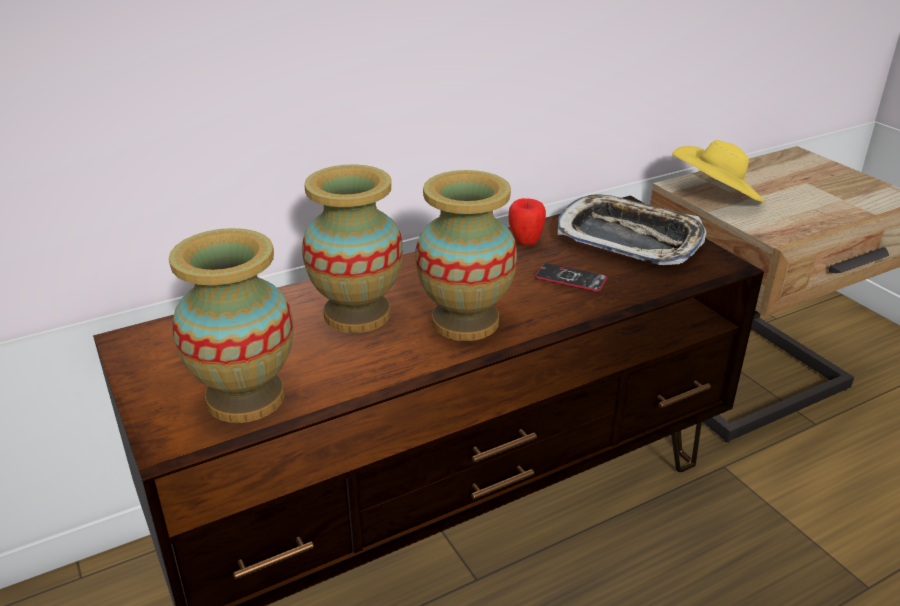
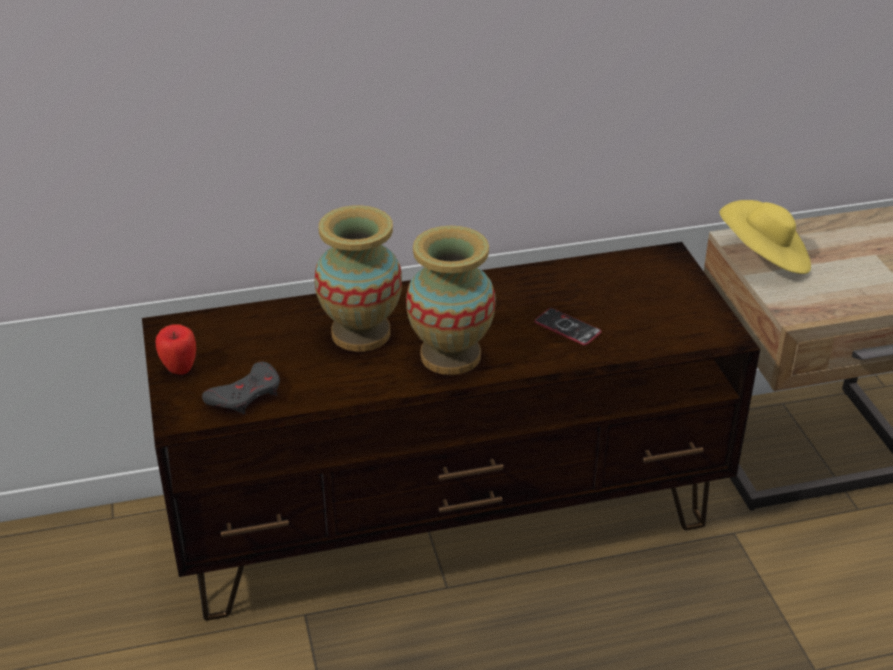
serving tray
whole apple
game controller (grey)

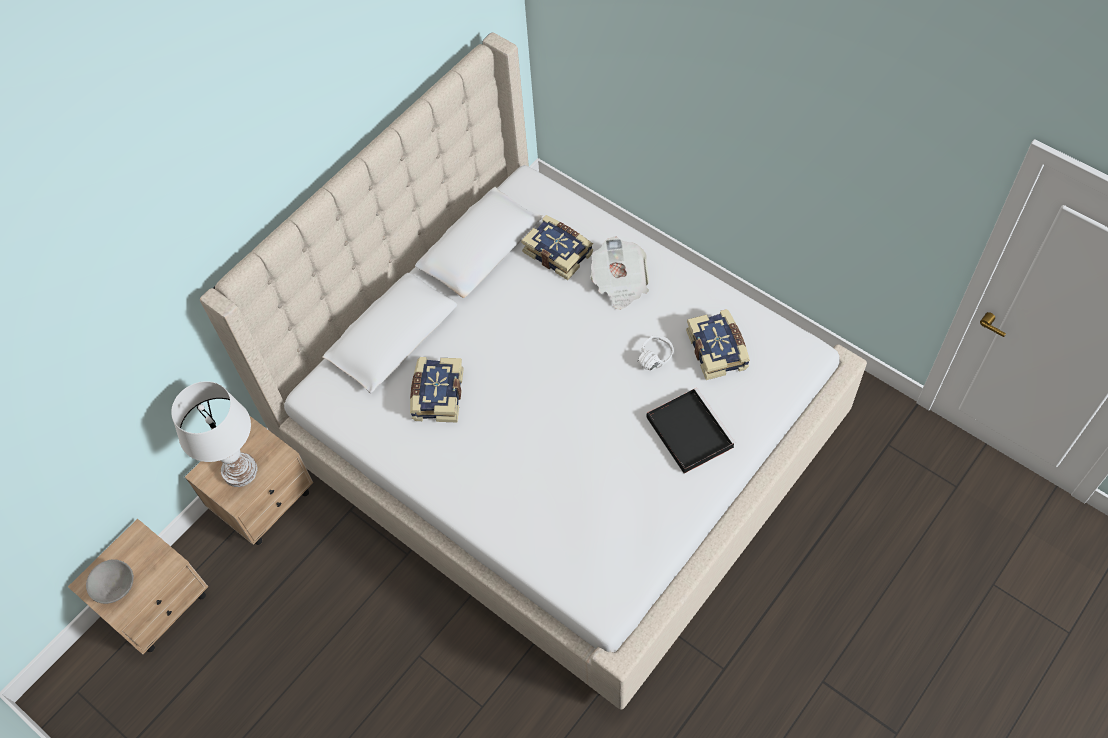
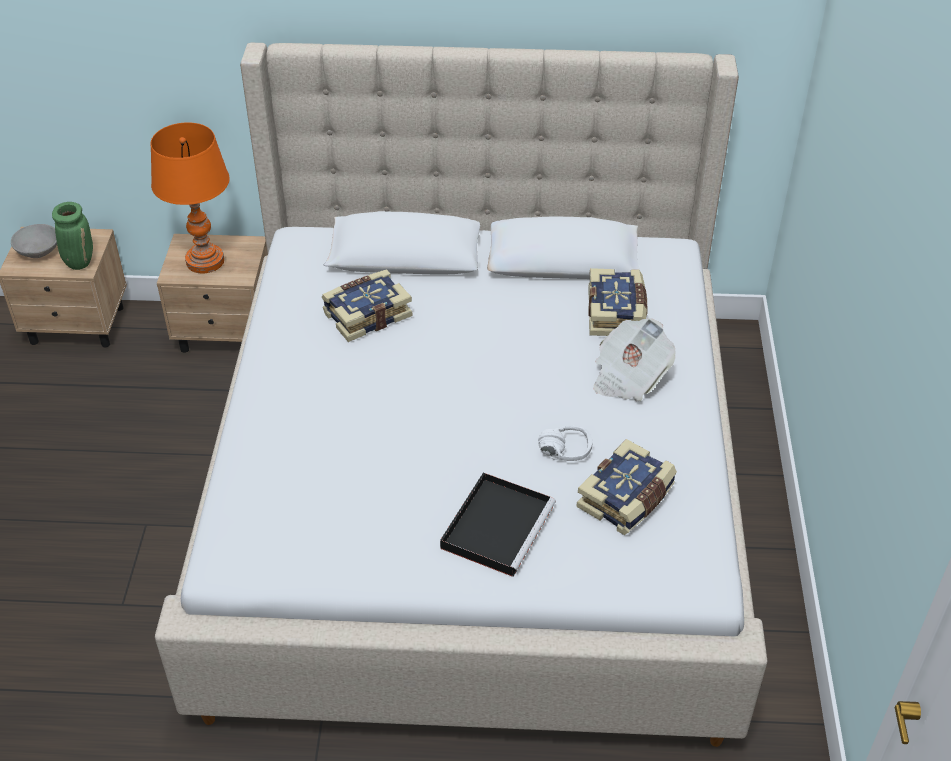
decorative vase (green-coloured)
table lamp (orange-coloured)

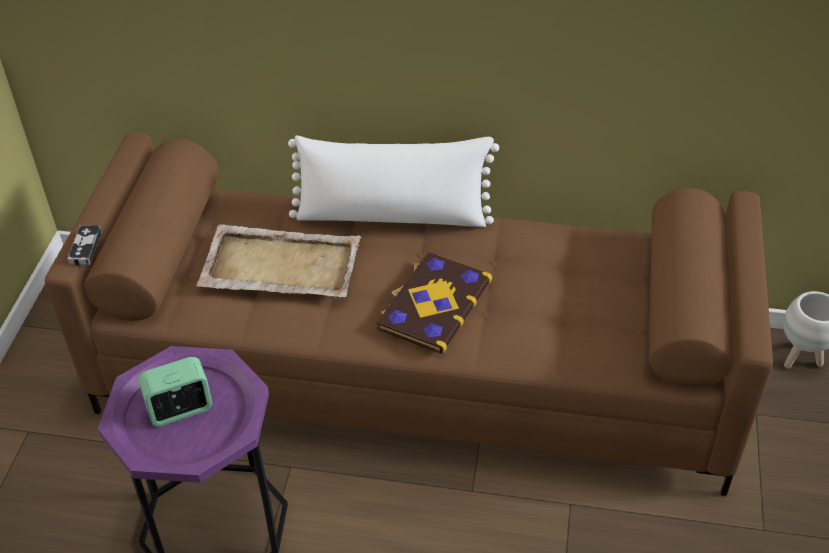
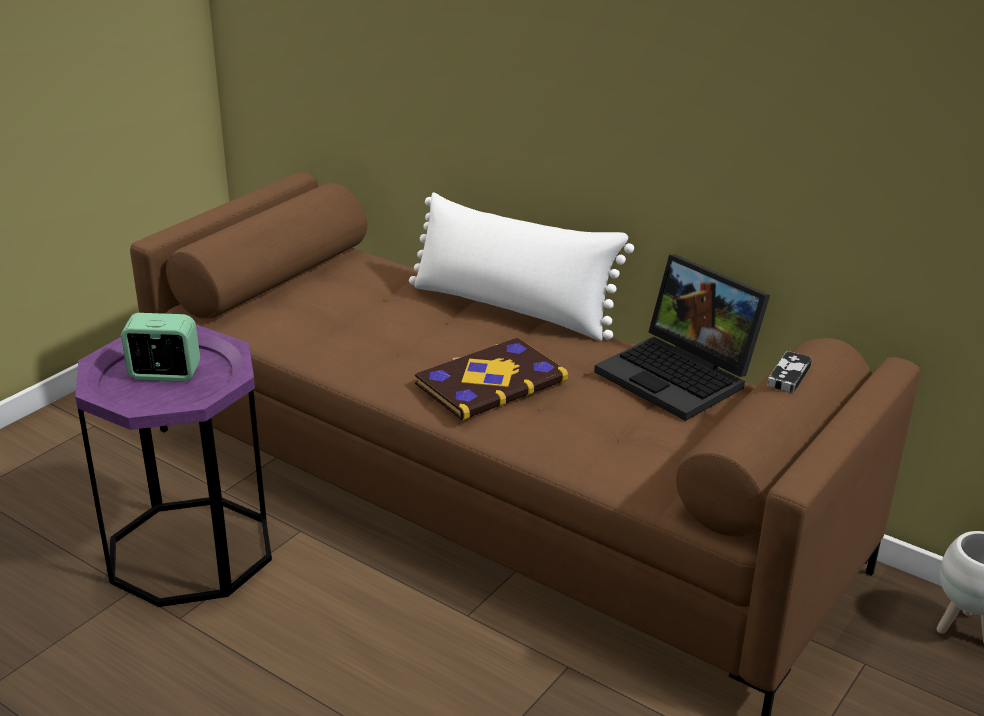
serving tray (beige)
notebook computer
game controller

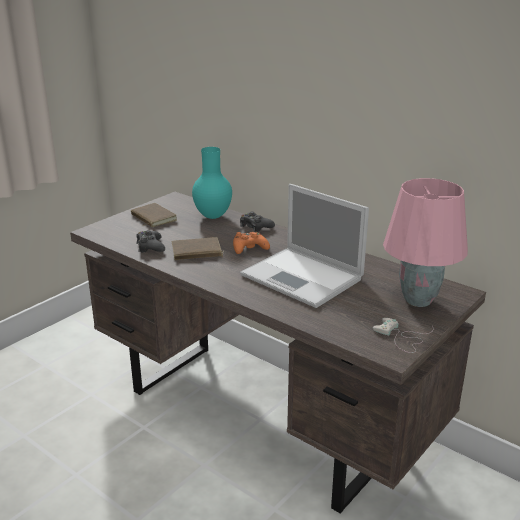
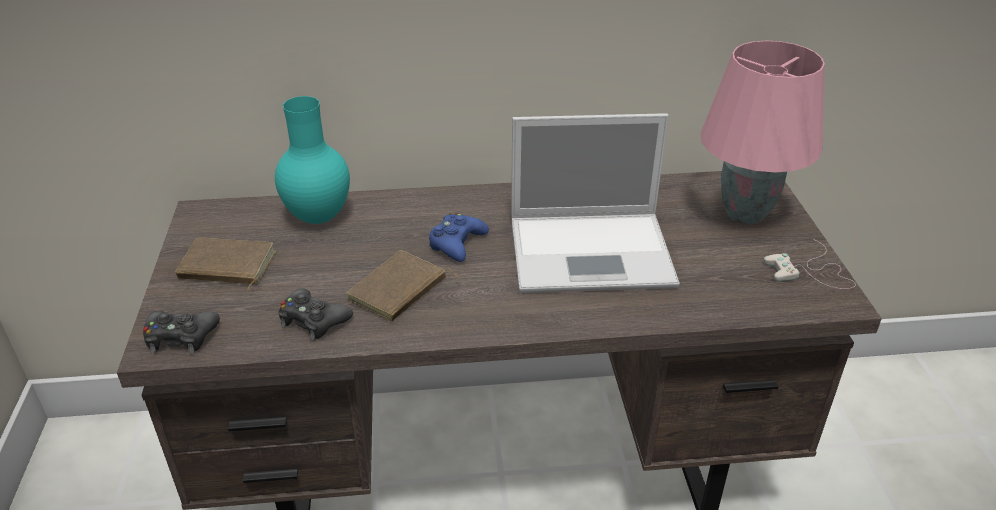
game controller (black) (no. 1 from left)
game controller (blue-coloured)

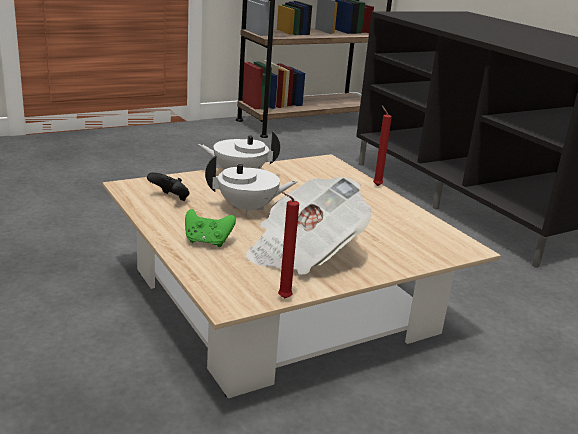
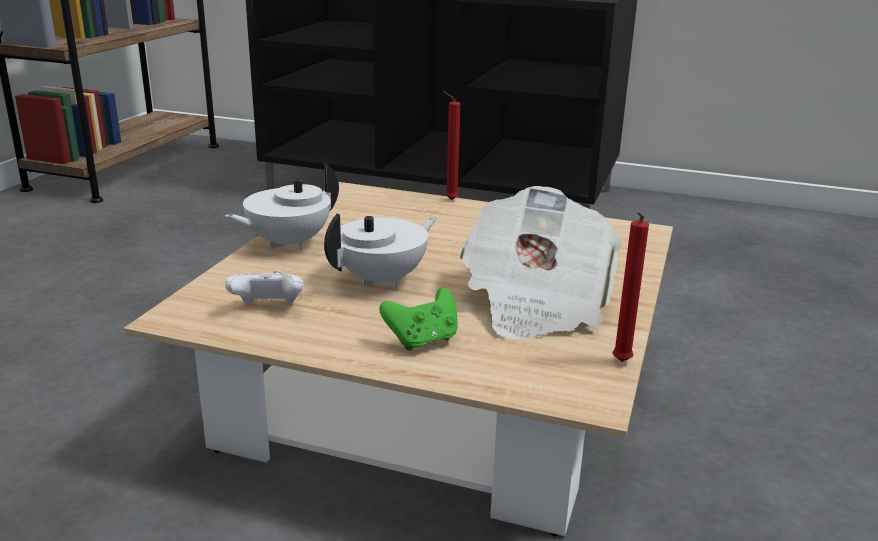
game controller (white)

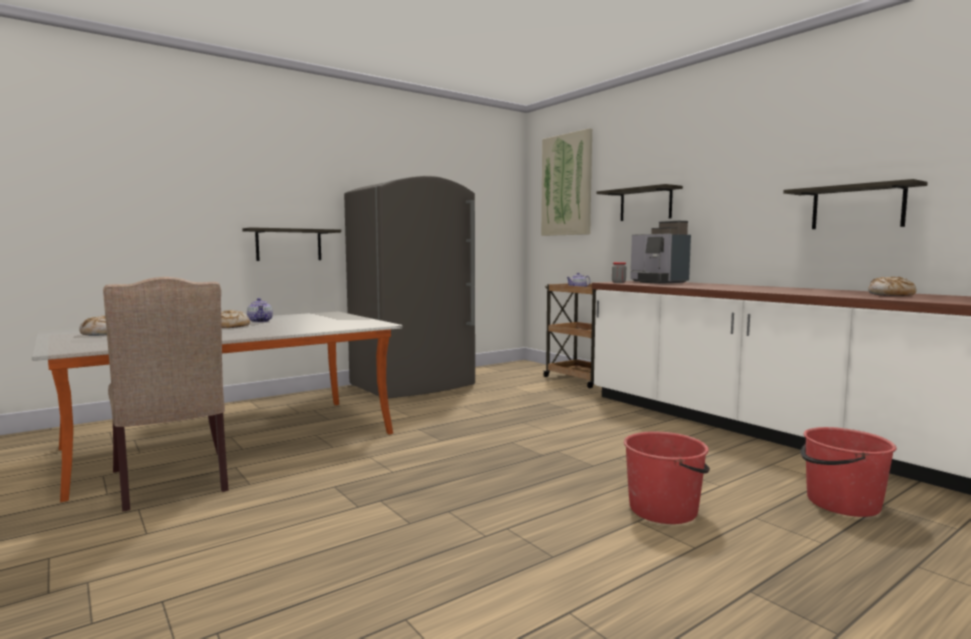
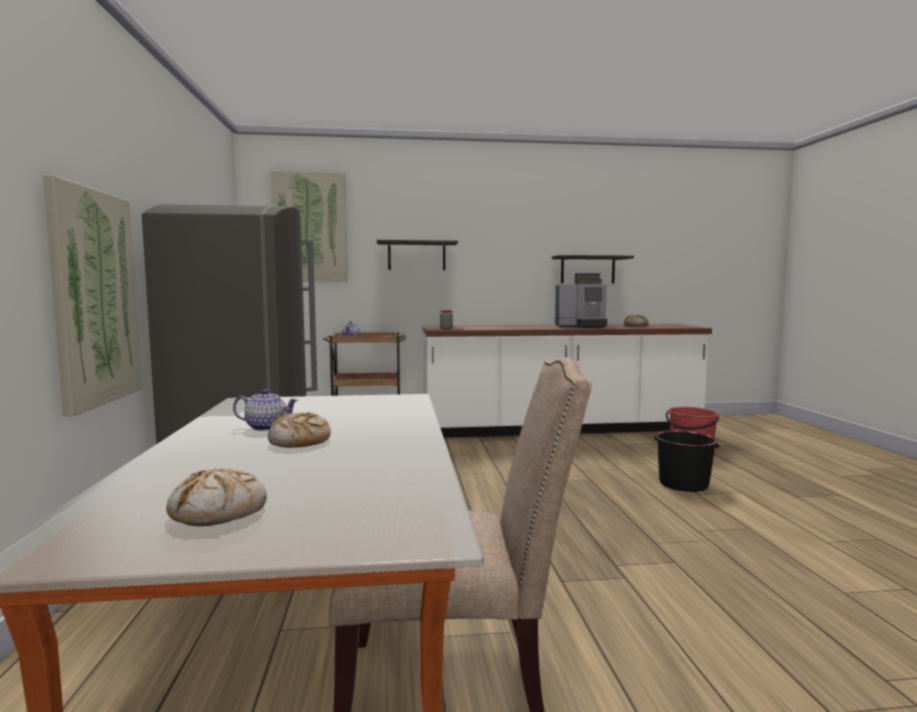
coffee machine
wall picture (no. 1 from left)
bucket (black)

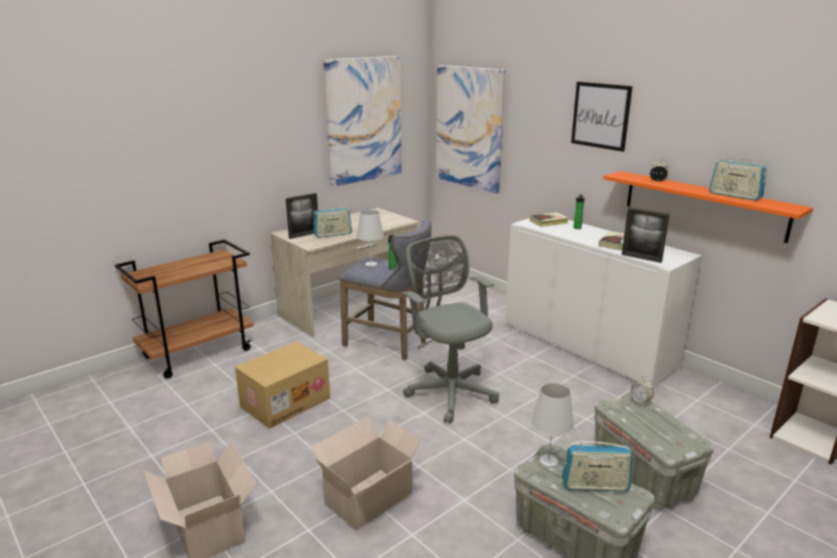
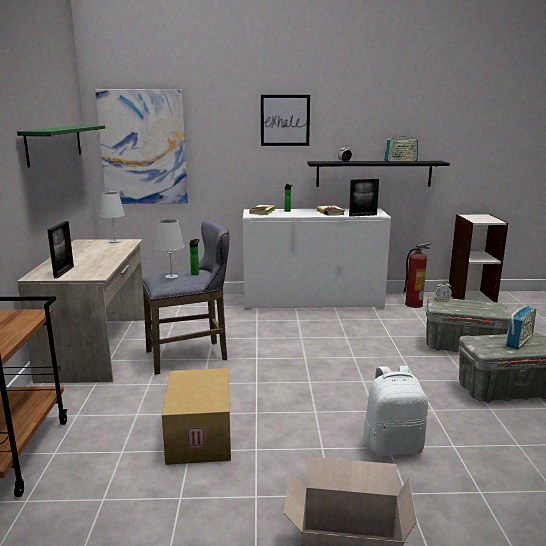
radio set (no. 1 from left in the first image)
office chair (grey)
fire-fighting cylinder
table lamp (white) (no. 1 from left)
backpack (white)
shelf (green-coloured)
shelf (black)

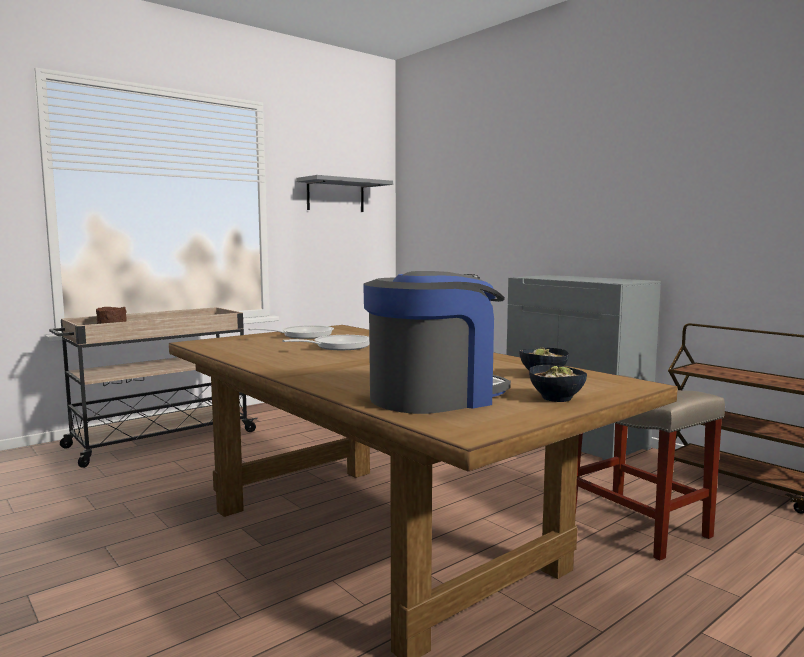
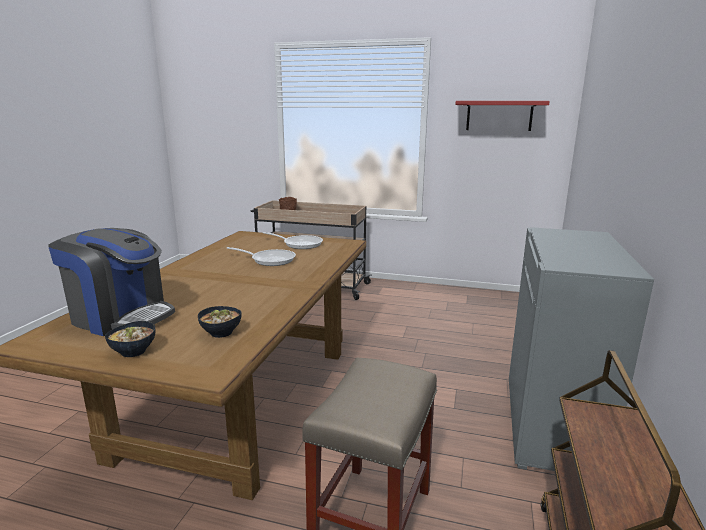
shelf (reddish)

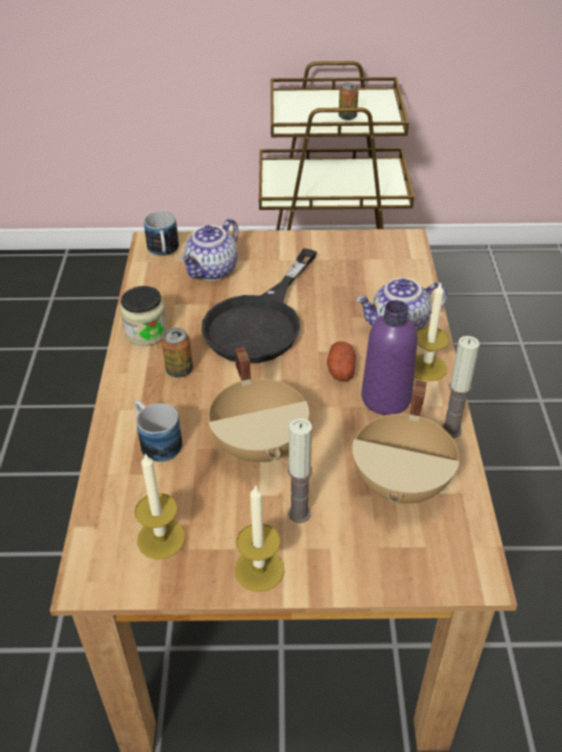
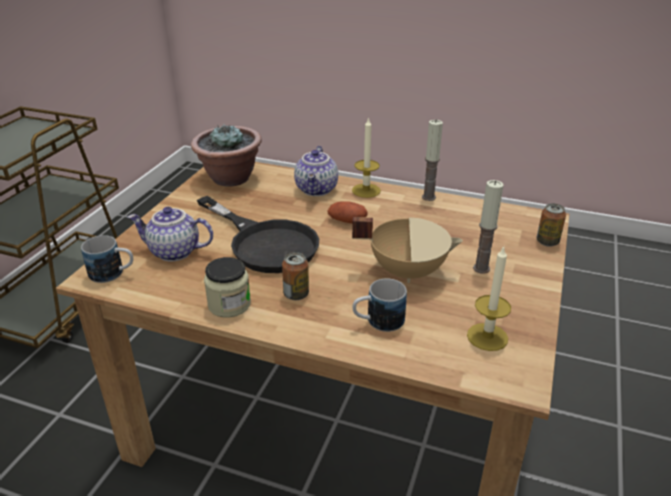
wax light (no. 2 from left in the first image)
stockpot (beige) (no. 2 from left in the first image)
bottle (purple-coloured)
houseplant
can (no. 2 from left)
tea pot (no. 1 from left)

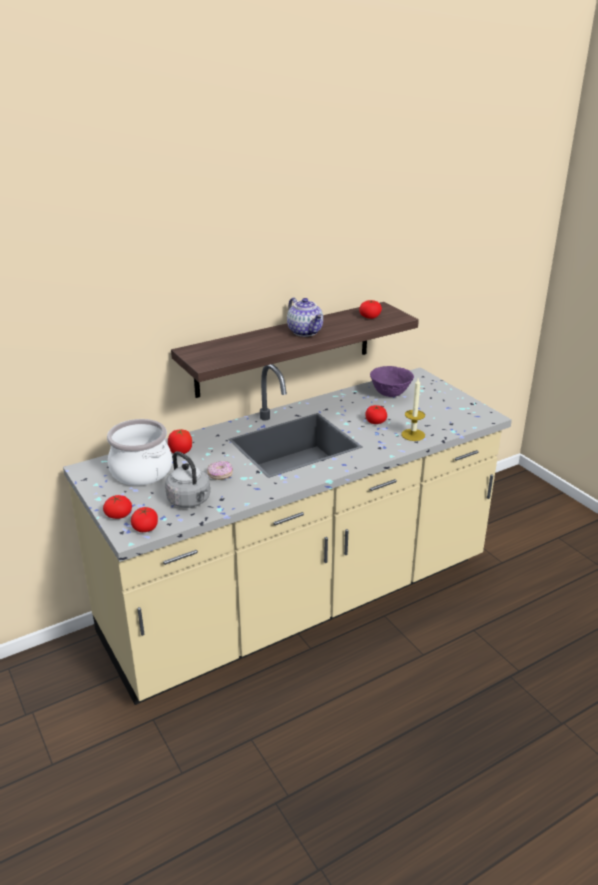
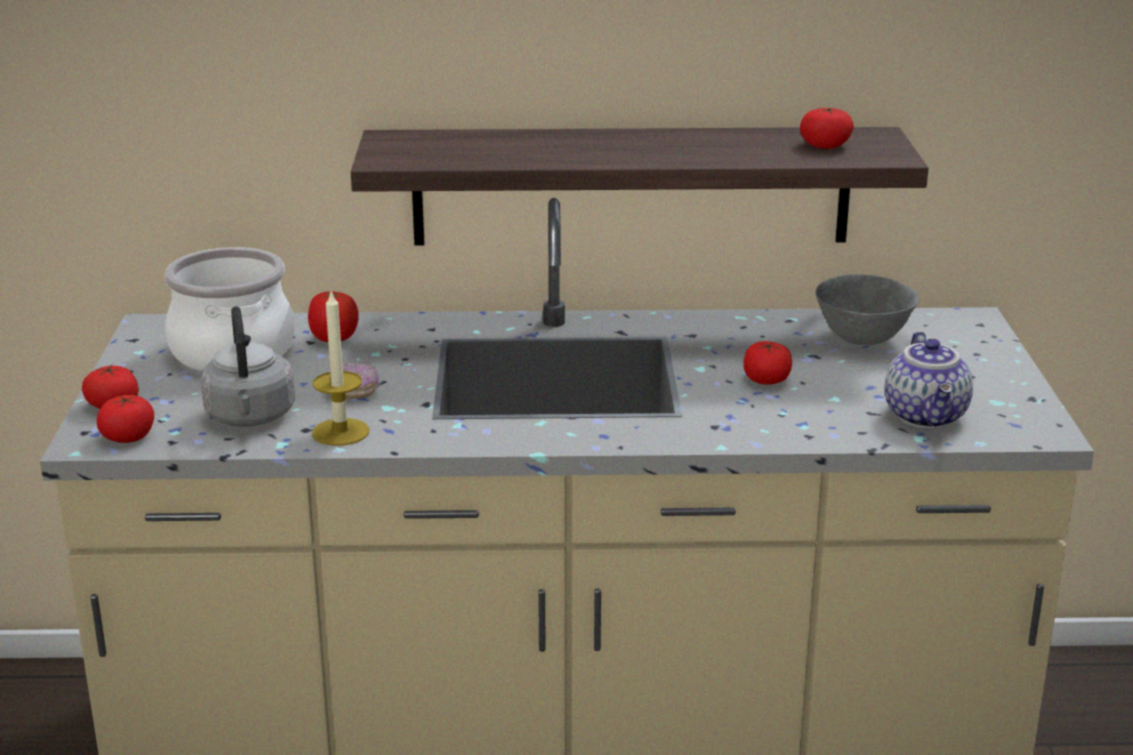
tea pot
wax light
serving bowl (grey)

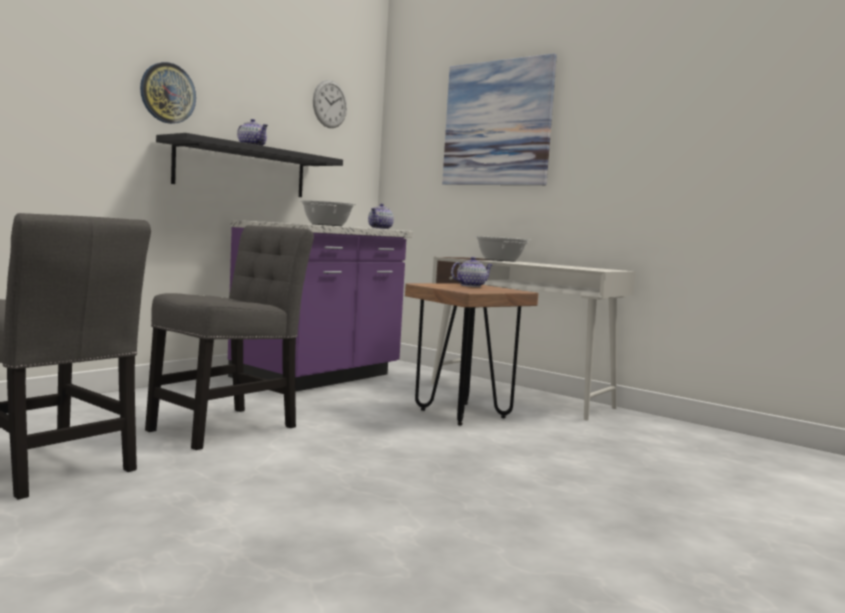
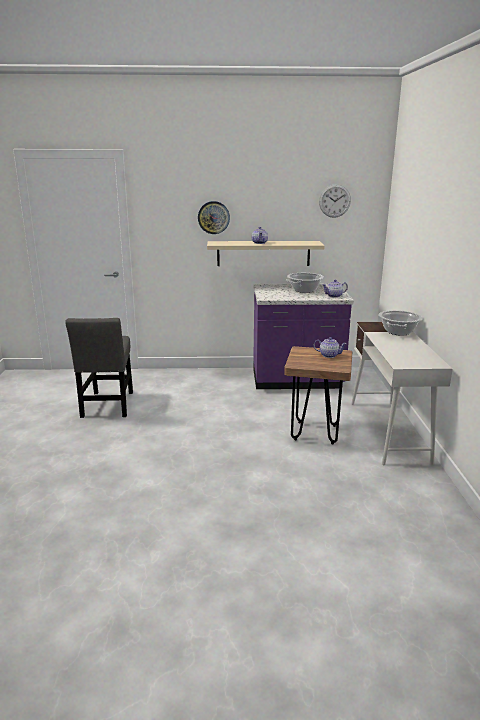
chair (grey) (no. 2 from left in the first image)
wall picture
shelf (beige)

